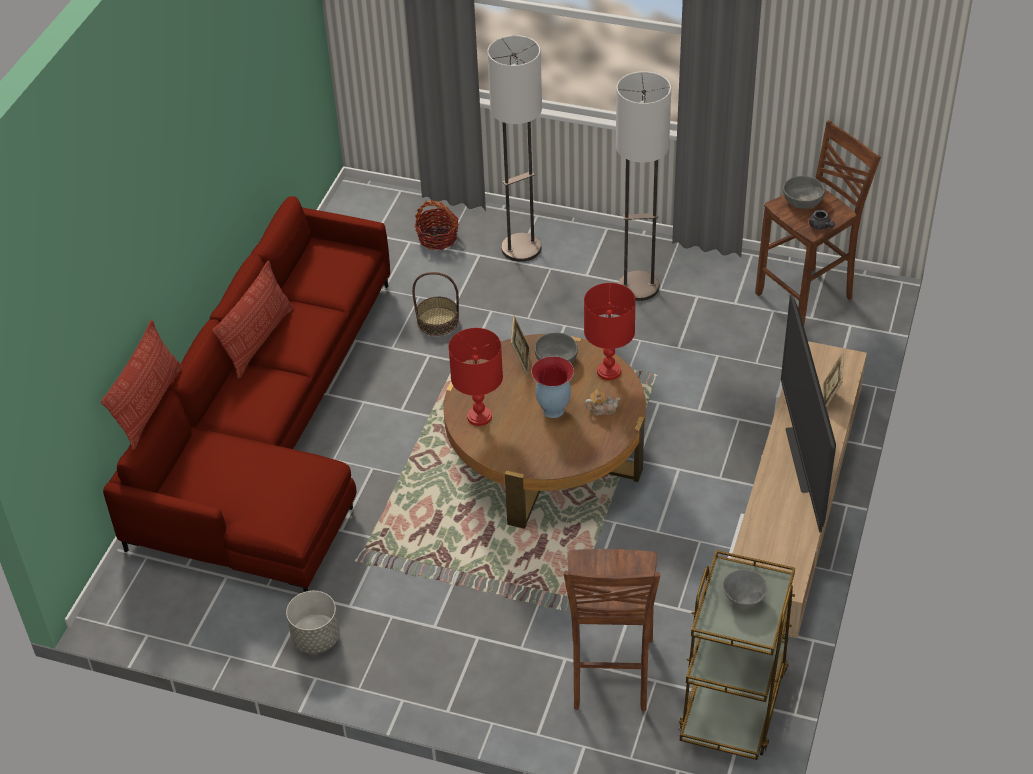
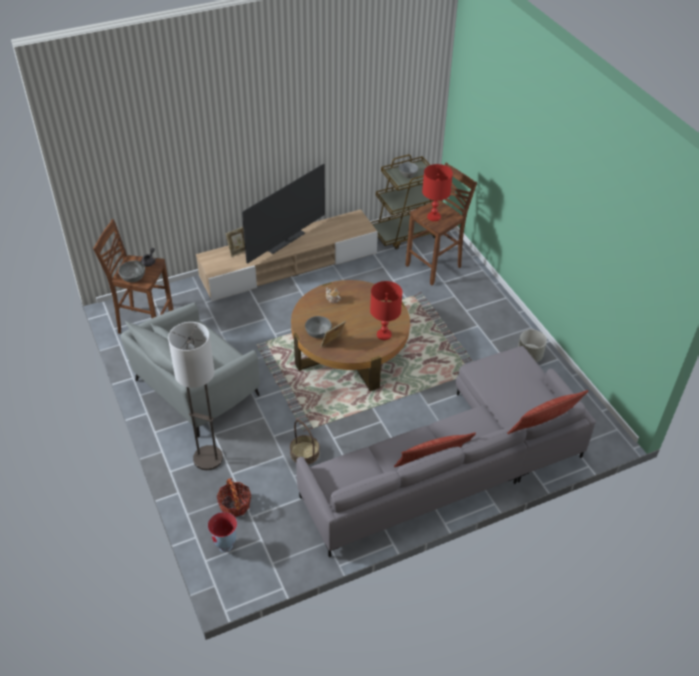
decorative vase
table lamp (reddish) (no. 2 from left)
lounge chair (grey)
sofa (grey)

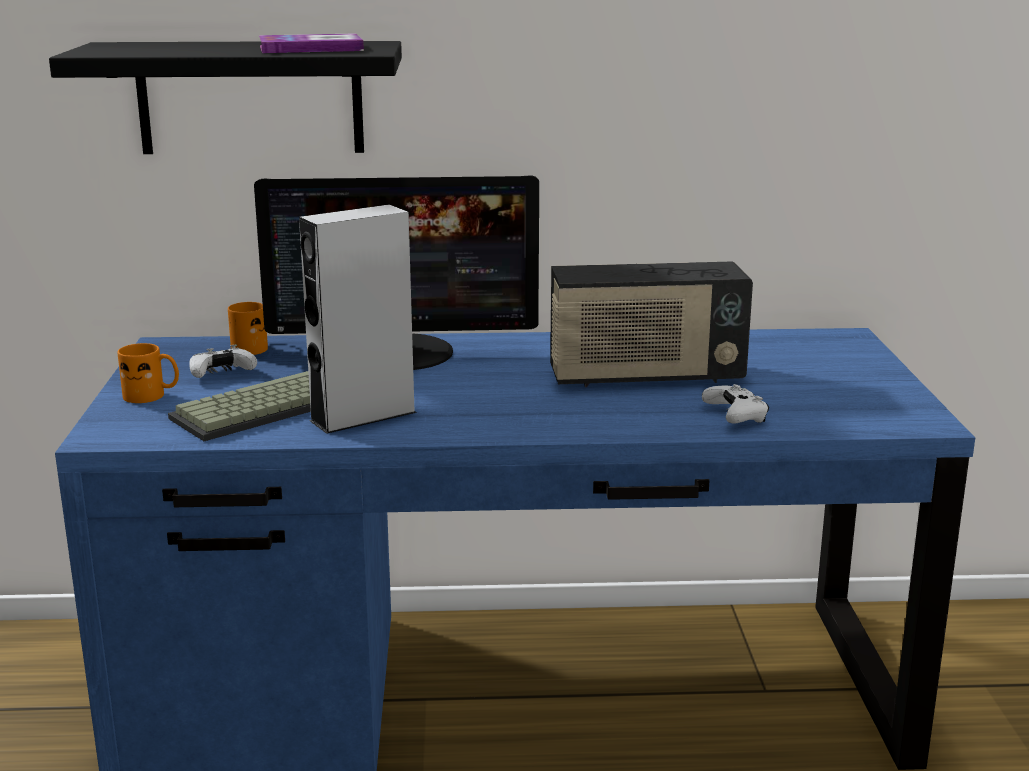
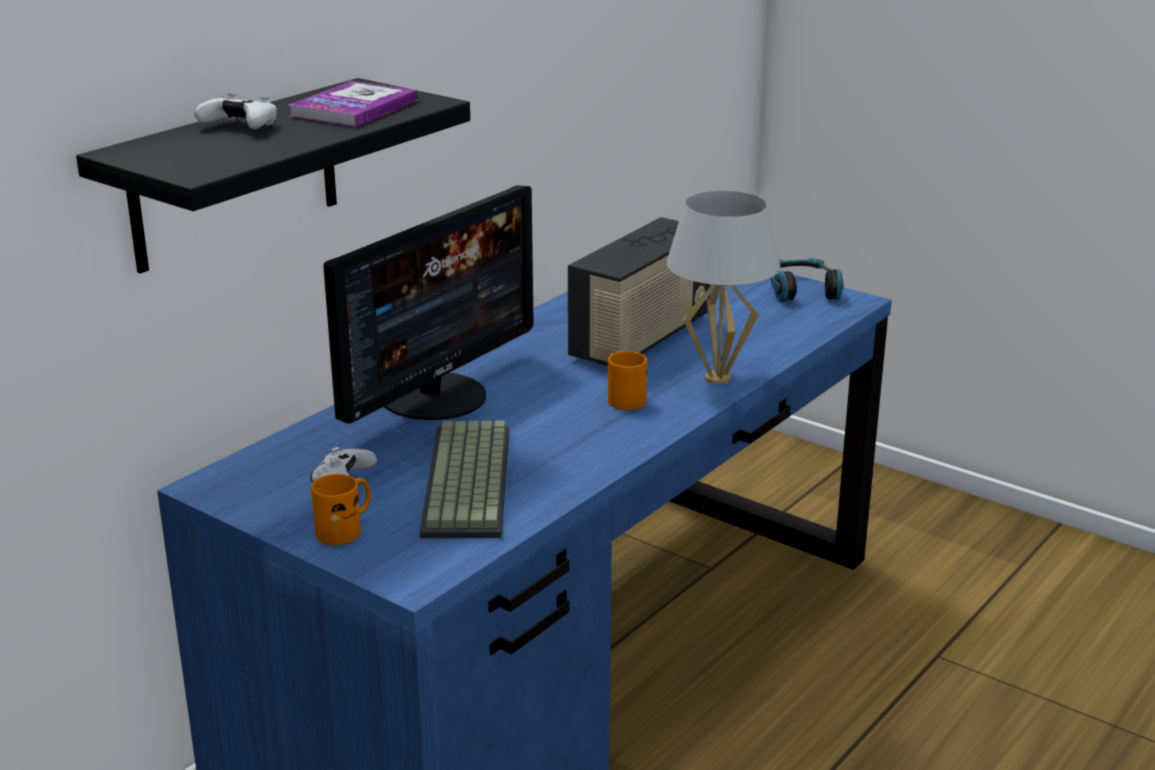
speaker (grey)
table lamp (white)
headphones
tea mug (orange-coloured) (no. 2 from left)
game controller (white) (no. 1 from left)

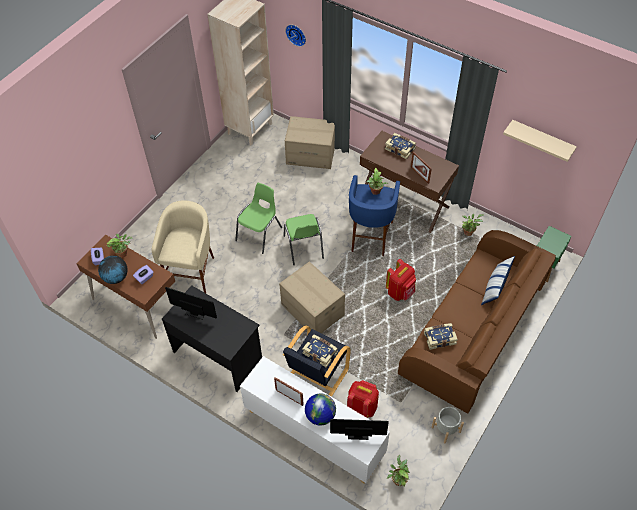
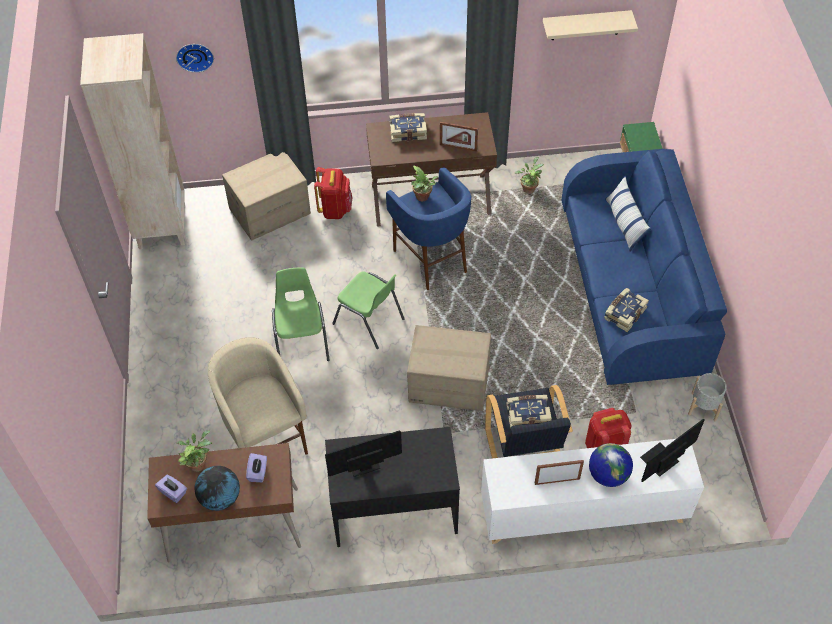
houseplant (no. 3 from left in the first image)
backpack (reddish) (no. 1 from left)
sofa (blue-coloured)

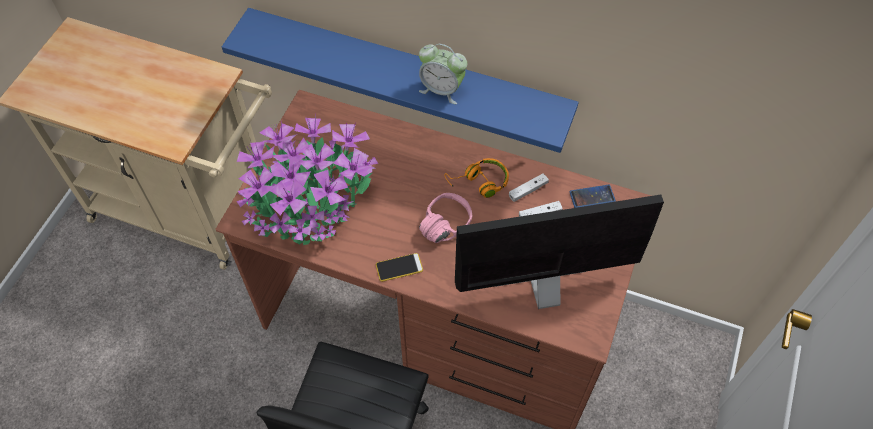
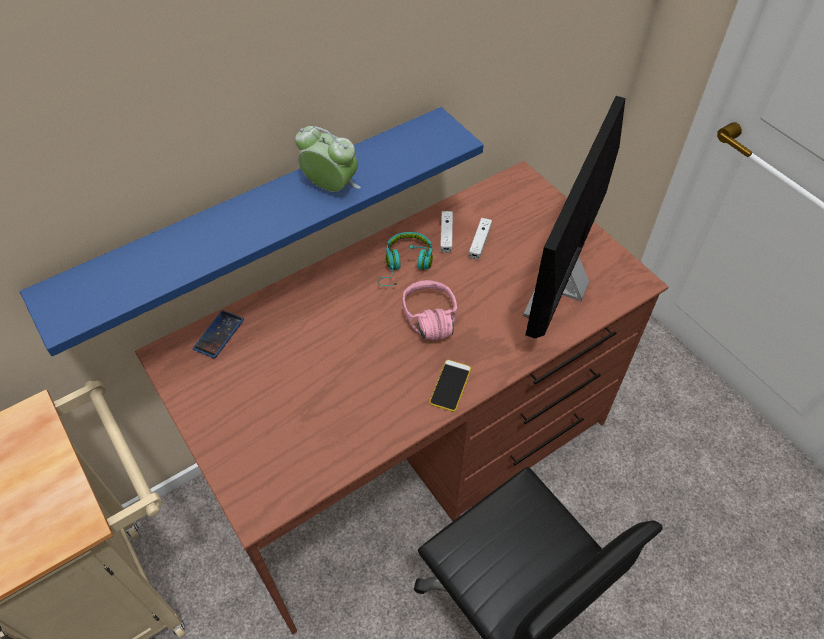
houseplant
telephone (no. 1 from left)
headphones (turquoise-coloured)
table clock

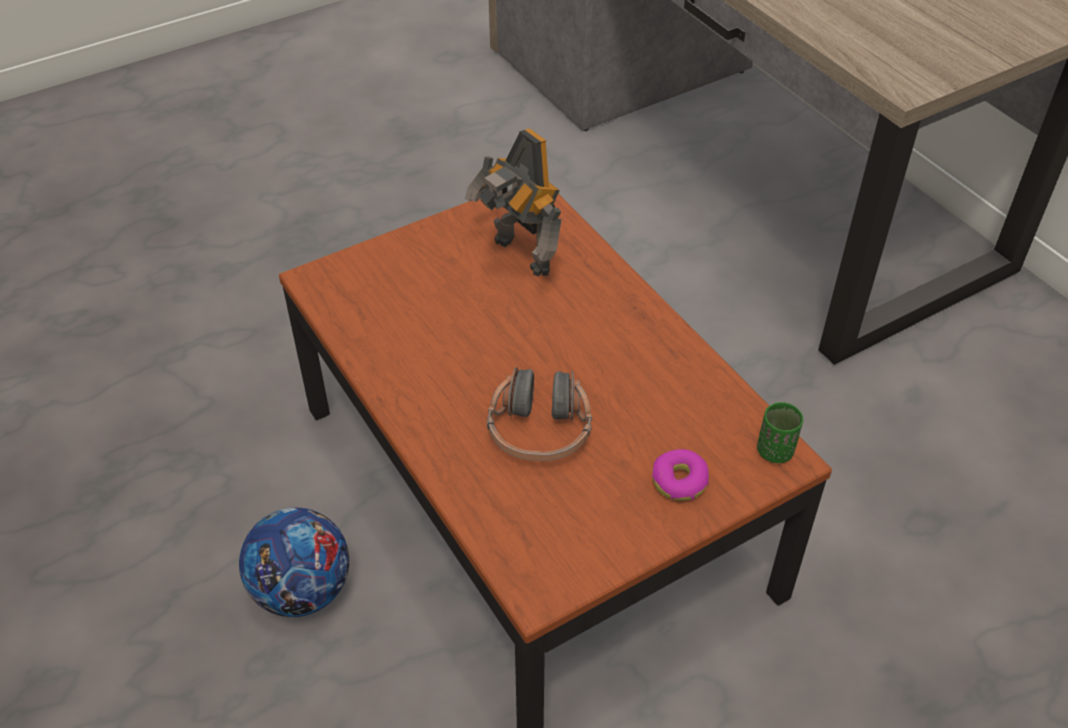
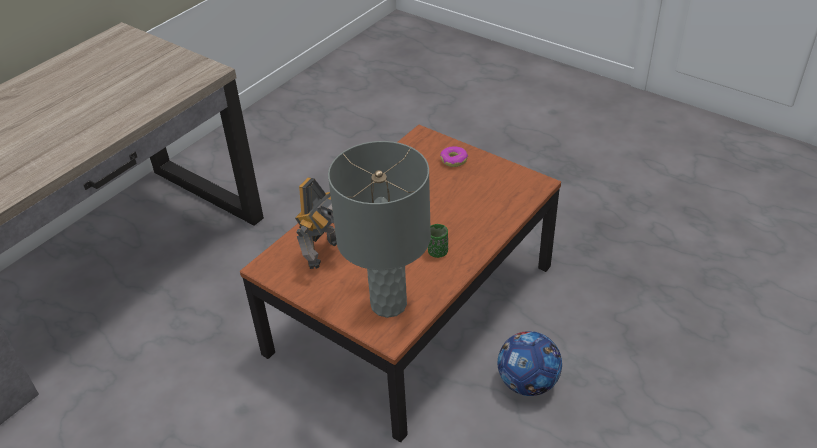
headphones
table lamp (grey)
drinking cup (green-coloured)

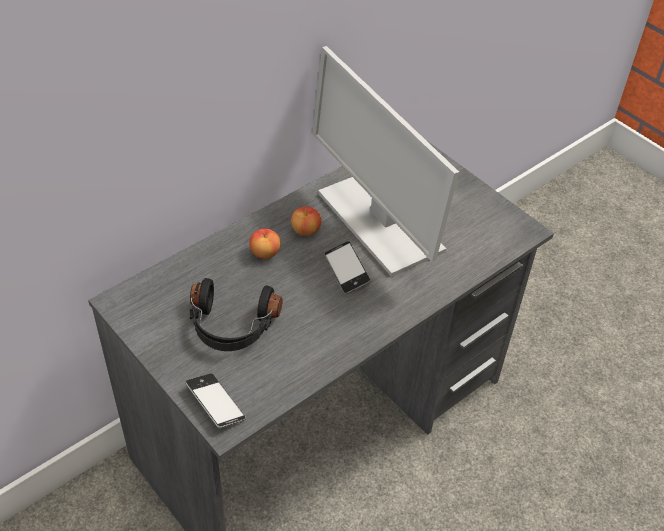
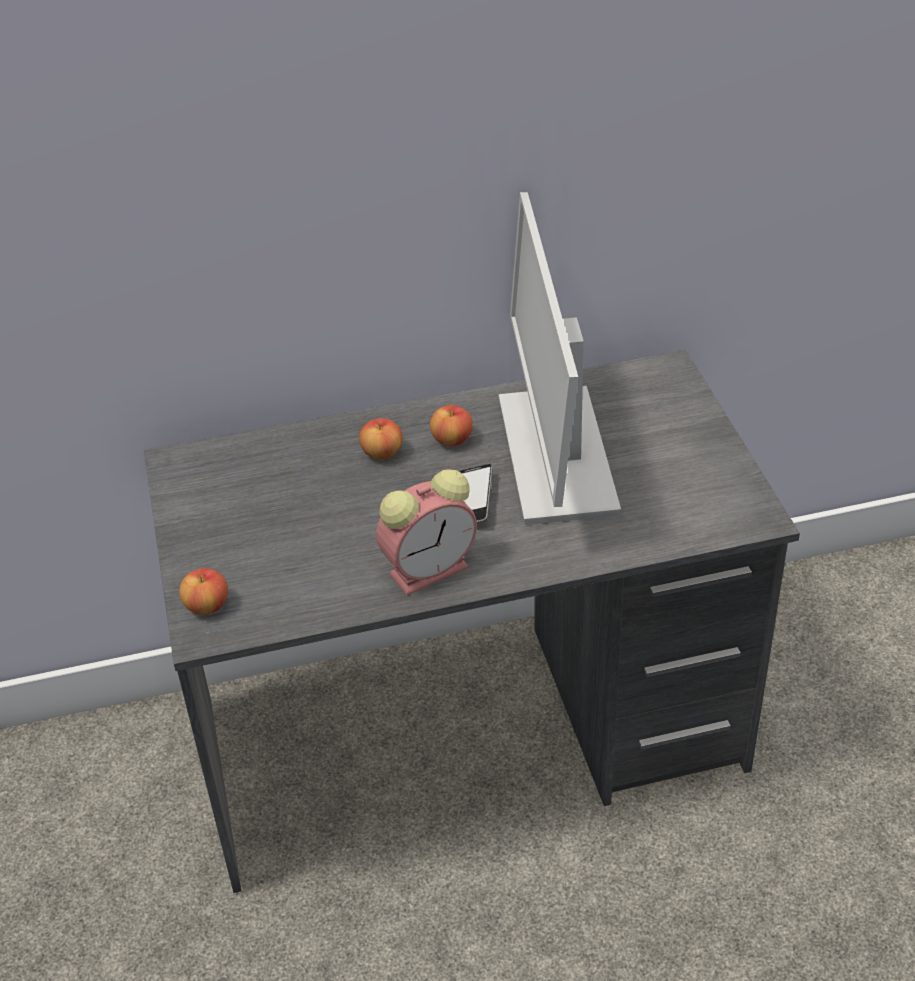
headphones (black)
table clock
whole apple (no. 1 from left)

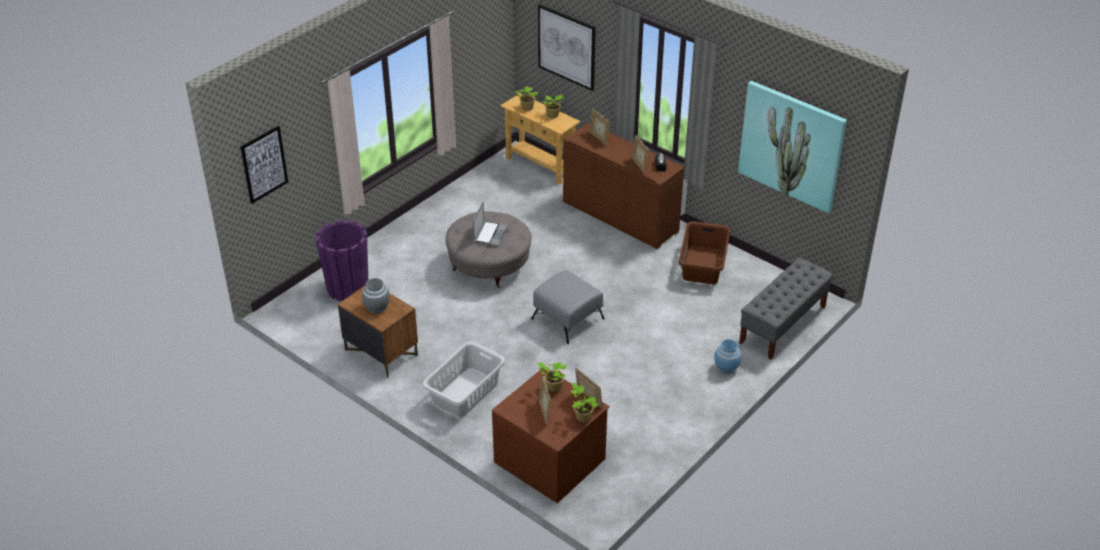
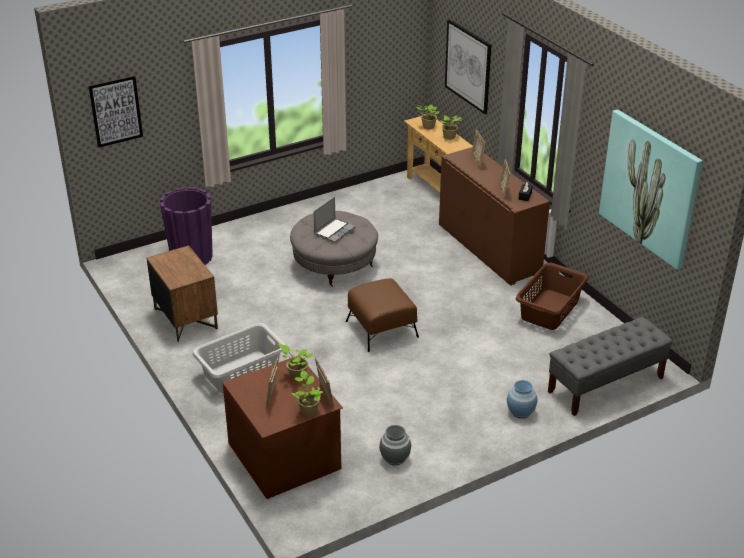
decorative vase (grey)
ottoman (brown-coloured)

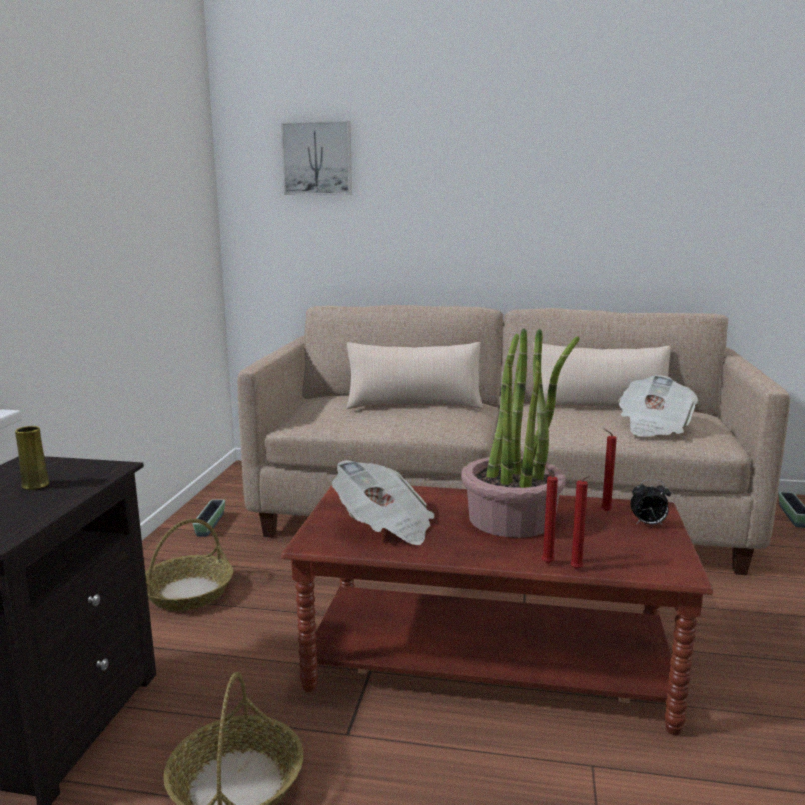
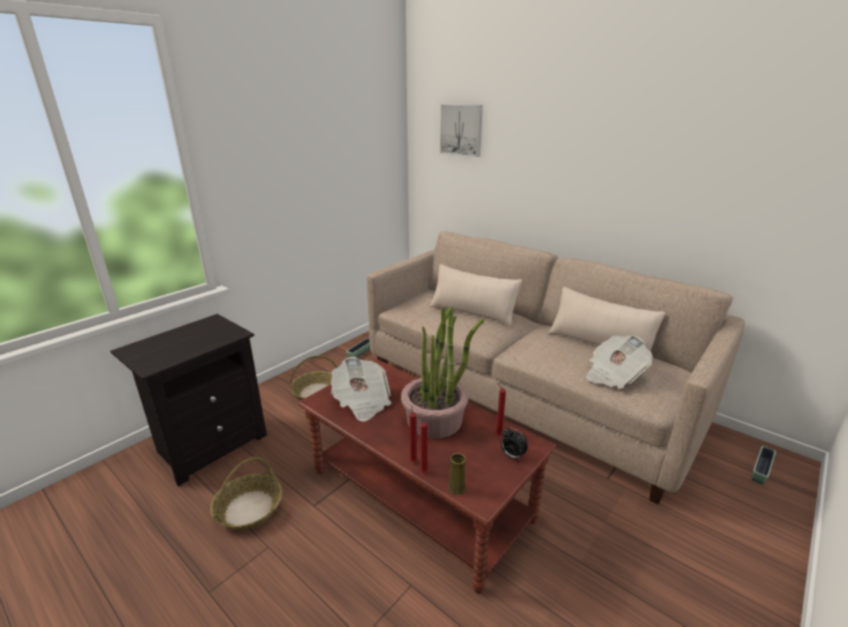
decorative vase (yellow)

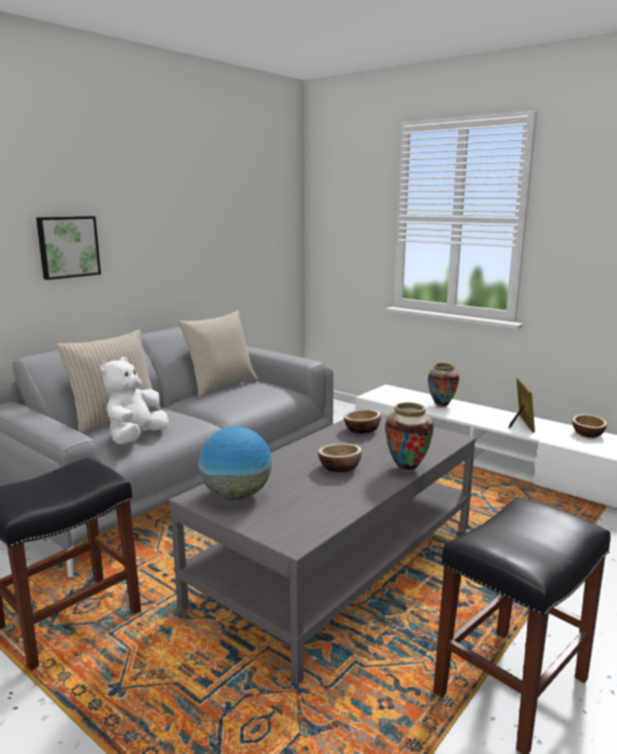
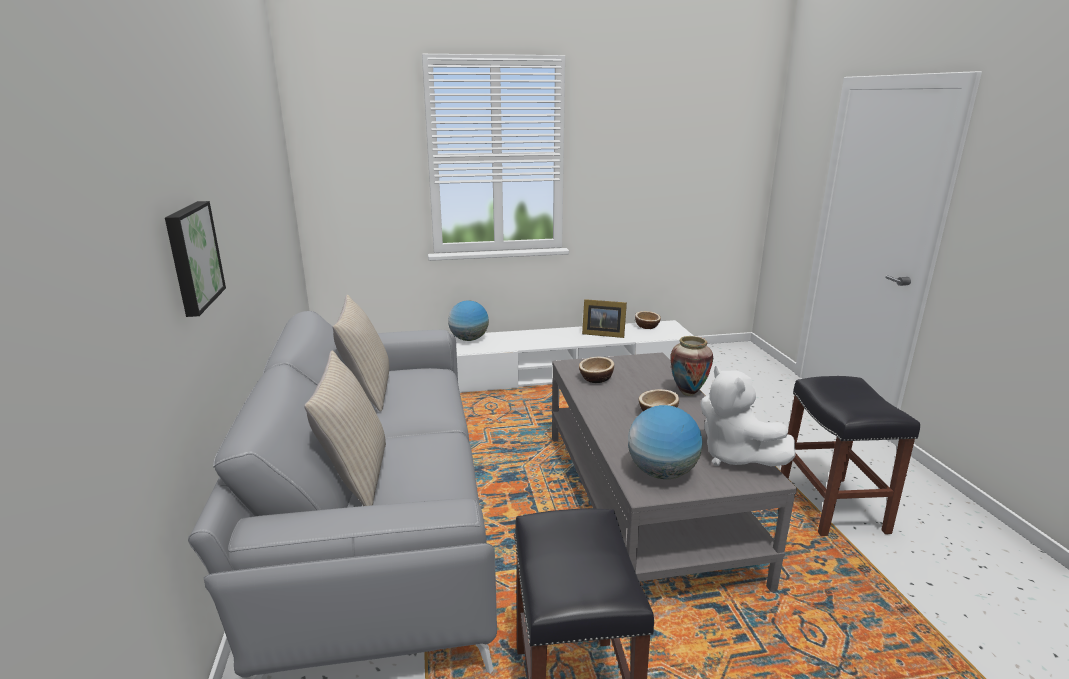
decorative vase (no. 2 from left in the first image)
globe (no. 1 from left)
cuddly toy (white)
standing frame

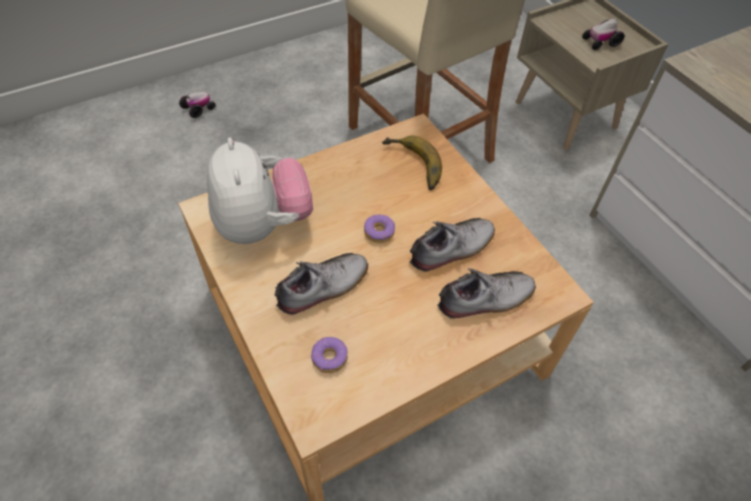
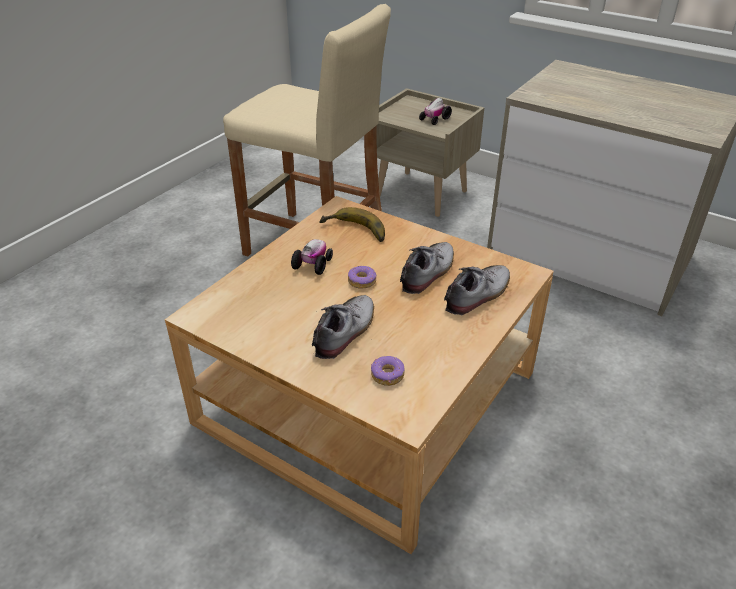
cuddly toy
toy car (no. 1 from left)

